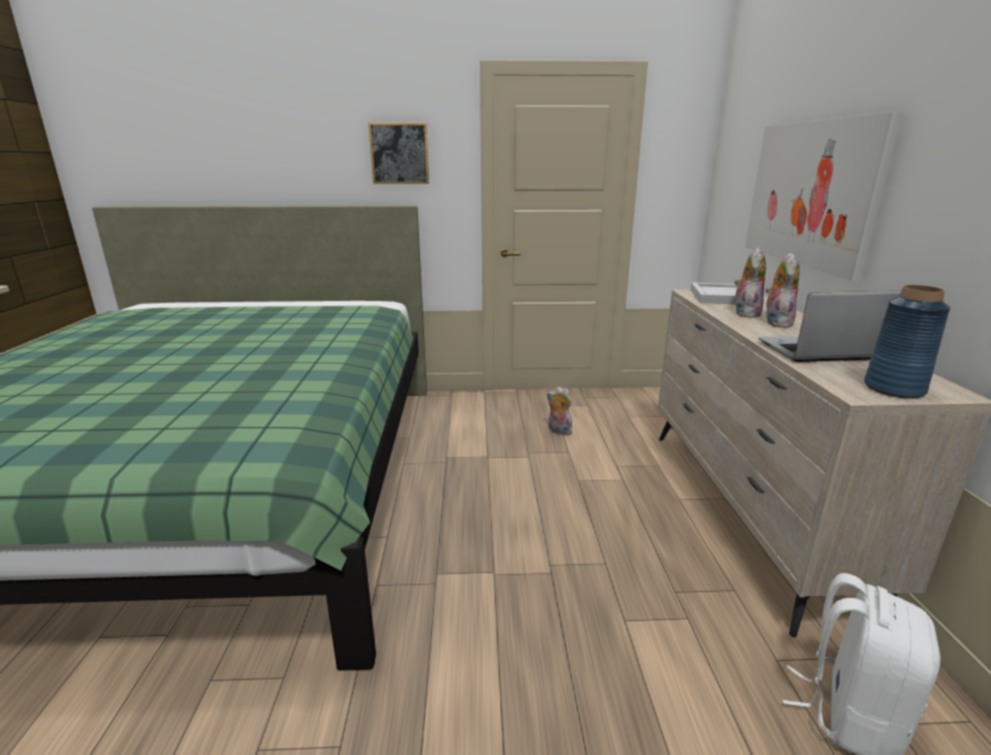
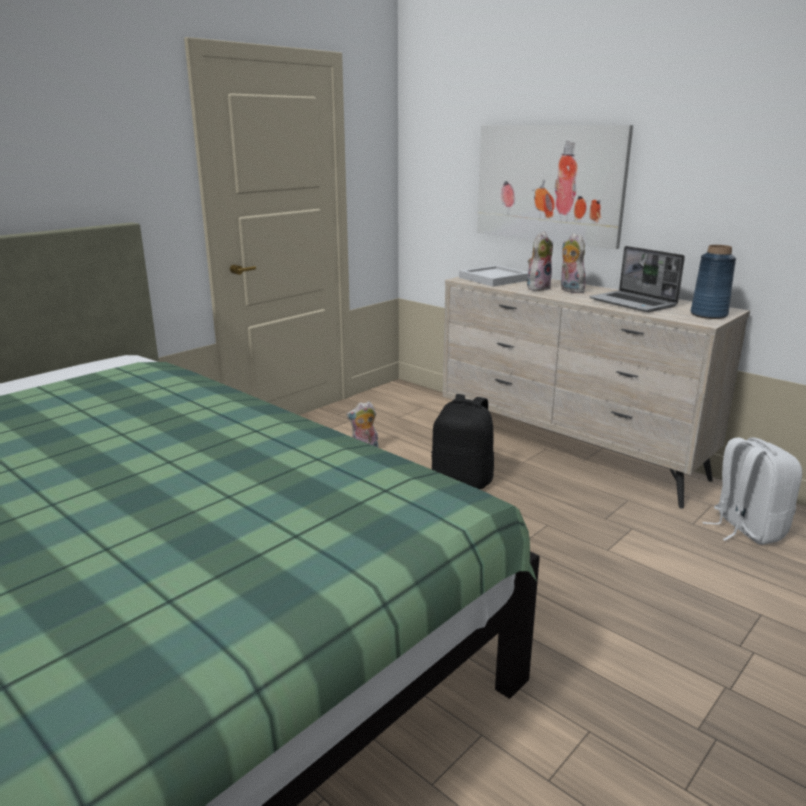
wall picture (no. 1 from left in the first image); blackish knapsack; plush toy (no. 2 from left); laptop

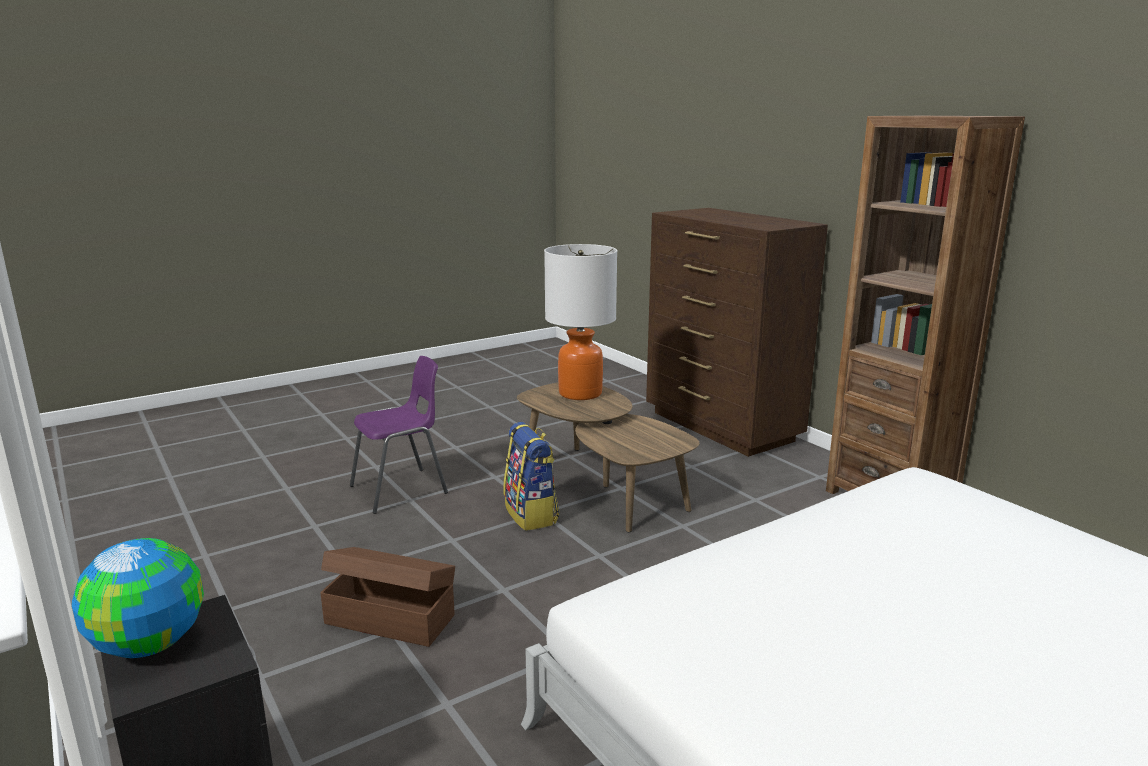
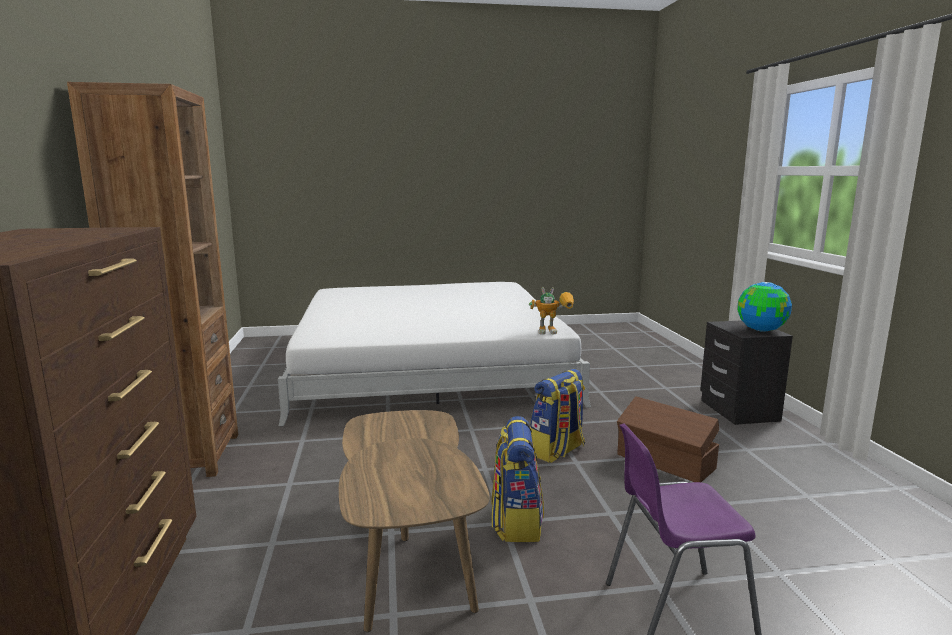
tabletop lamp; model robot; knapsack (no. 2 from left)

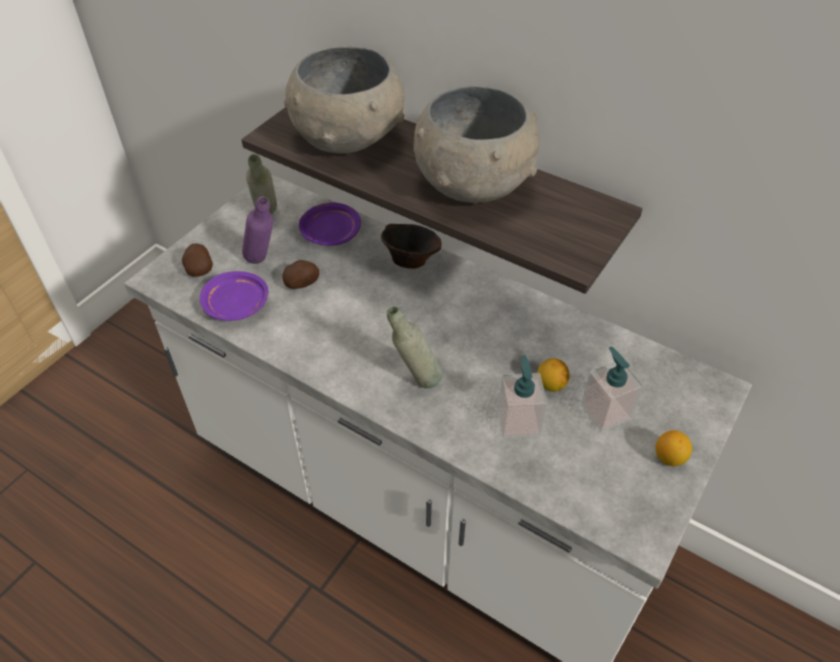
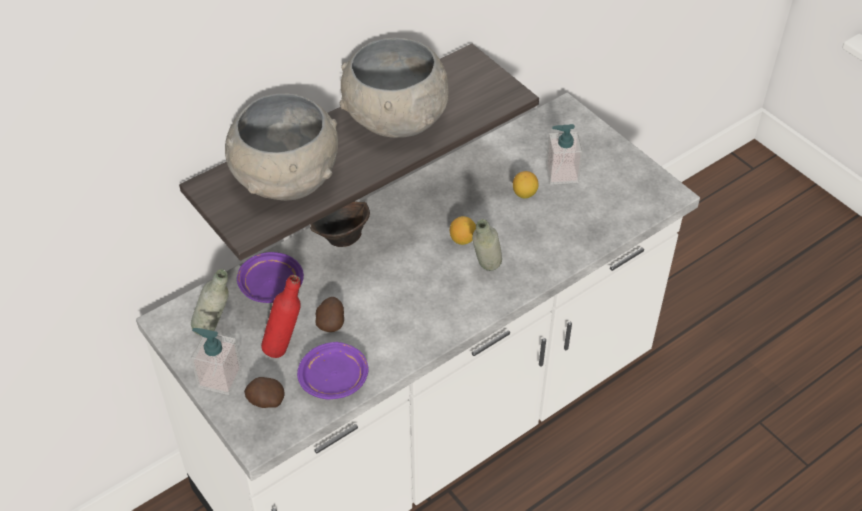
liquid soap bottle (no. 1 from left); whole lemon (no. 1 from left); red-coloured drink bottle

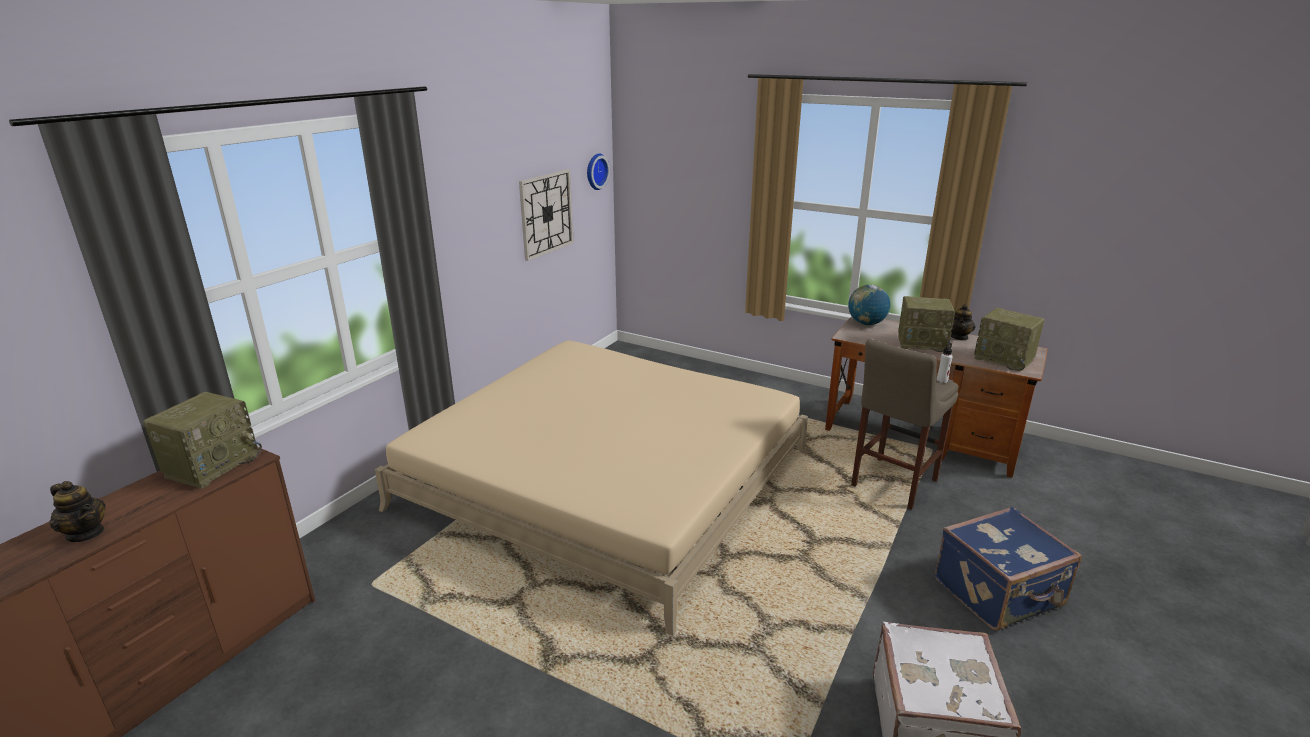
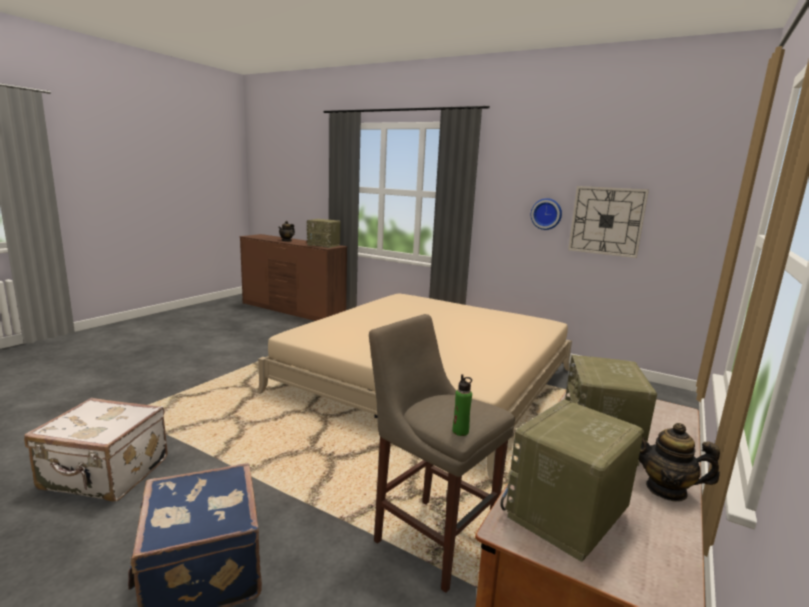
desk globe; wall clock (no. 1 from left); green-coloured drink bottle

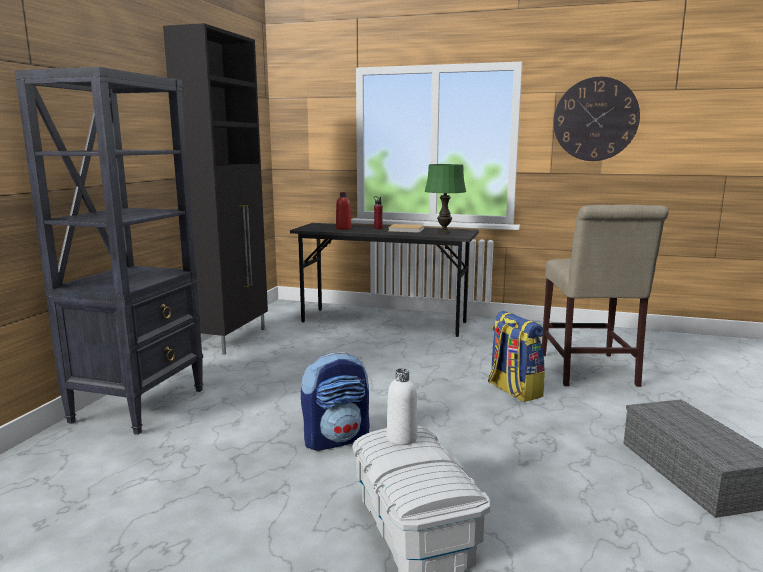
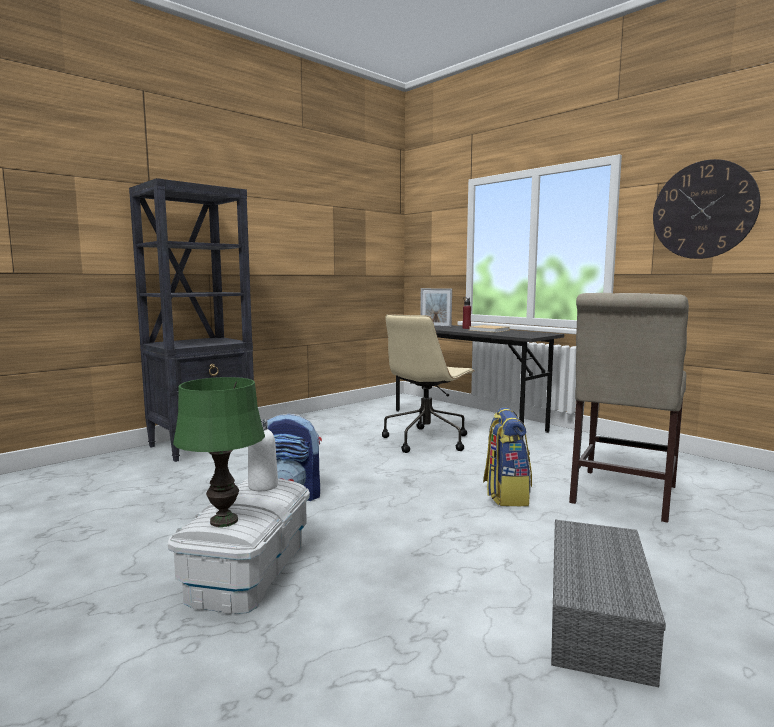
blackish cupboard; sand-coloured desk chair; green-coloured tabletop lamp; picture frame

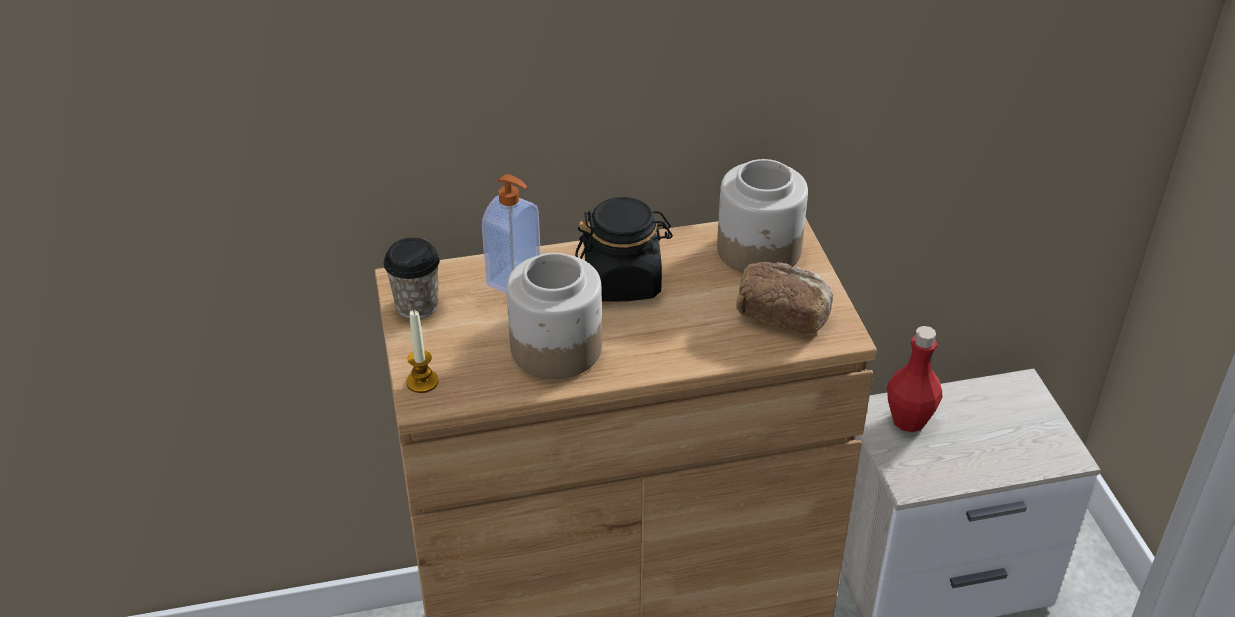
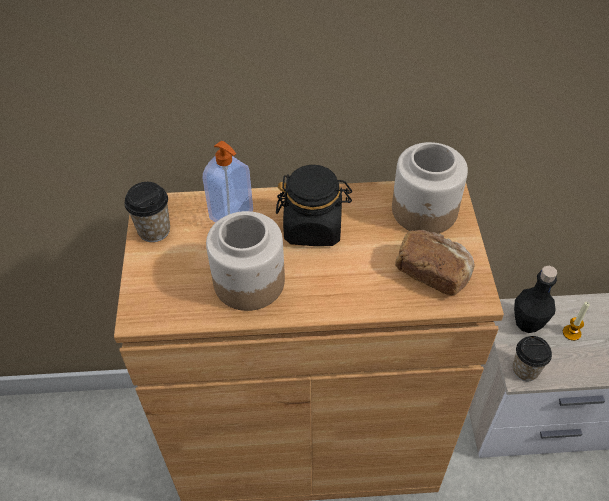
small cup (no. 2 from left); candle; blackish drink bottle

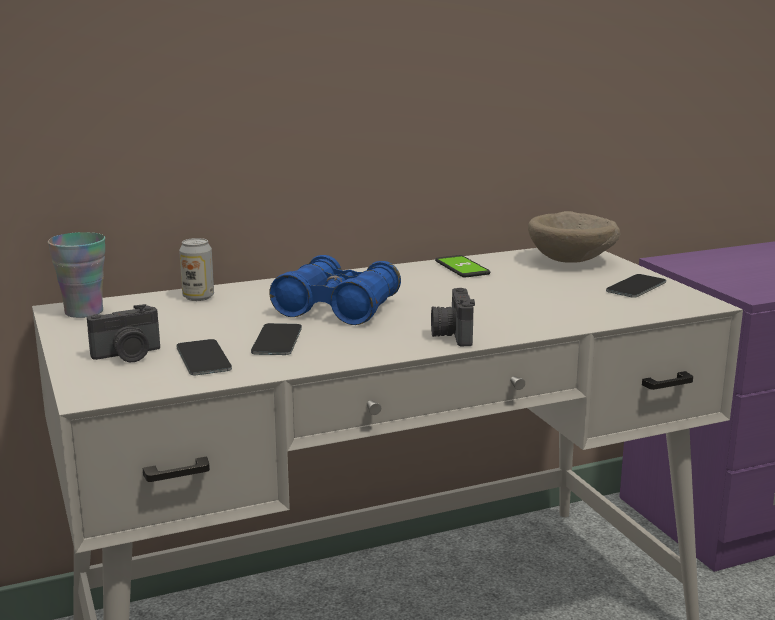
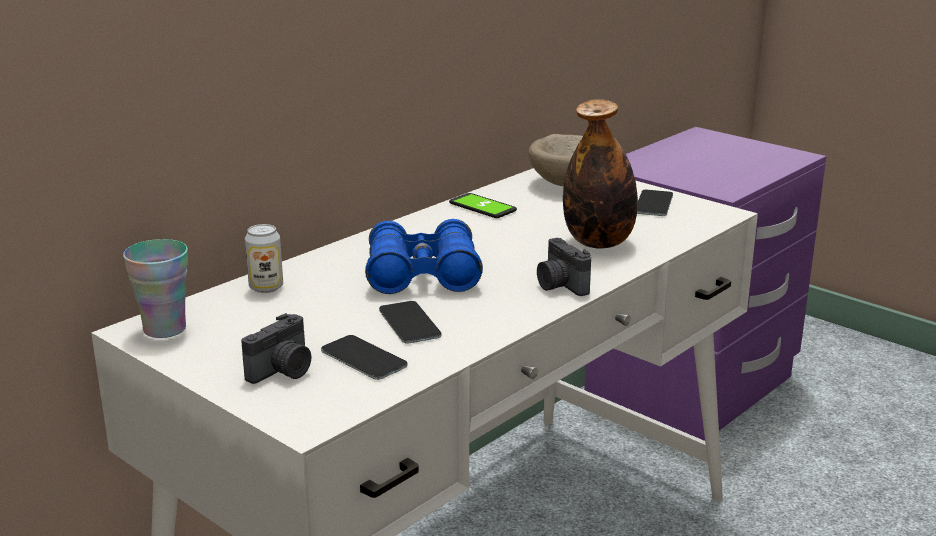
drink bottle

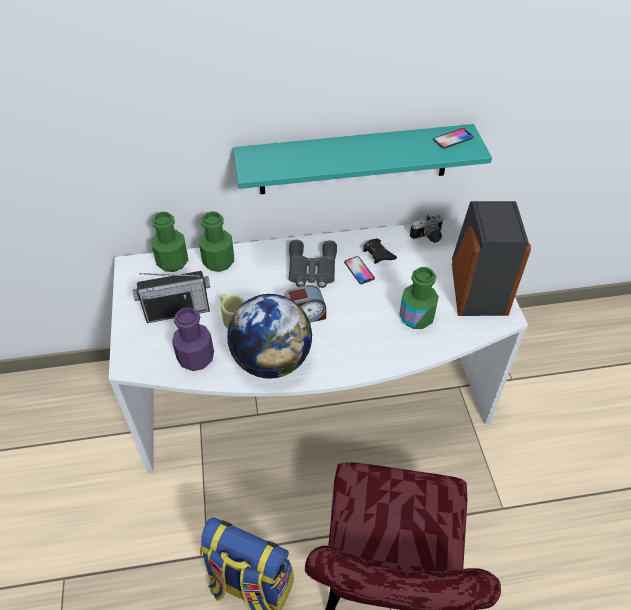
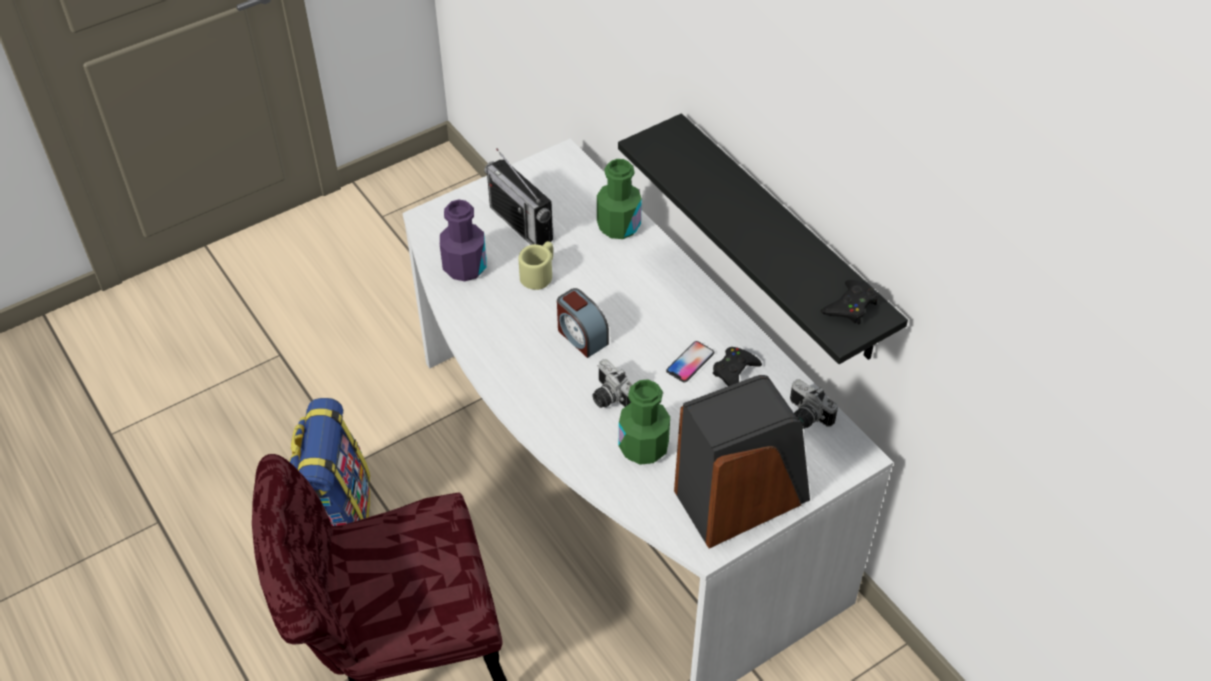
green-coloured drink bottle (no. 1 from left in the first image); desk globe; greyish field glasses; photo camera (no. 1 from left); blackish joypad (no. 2 from left); blackish wall shelf

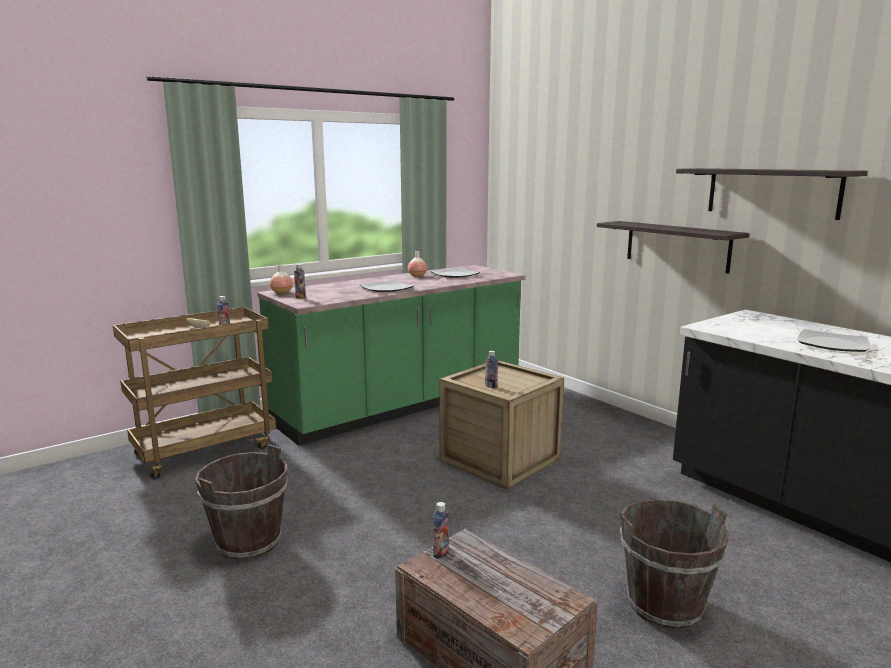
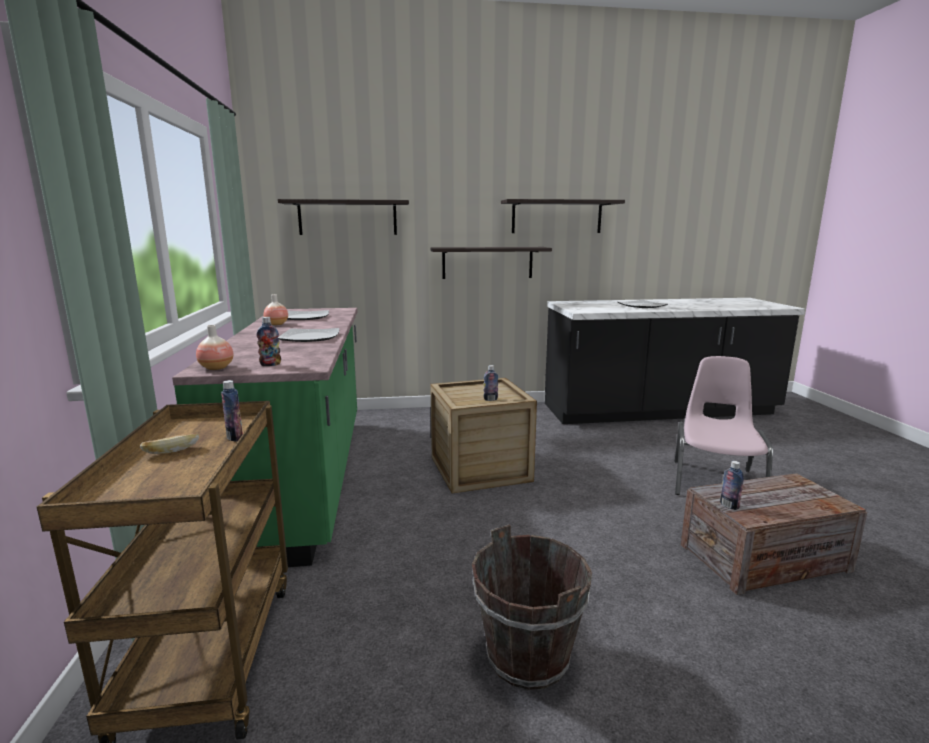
wall shelf (no. 1 from left); pinkish plain chair

